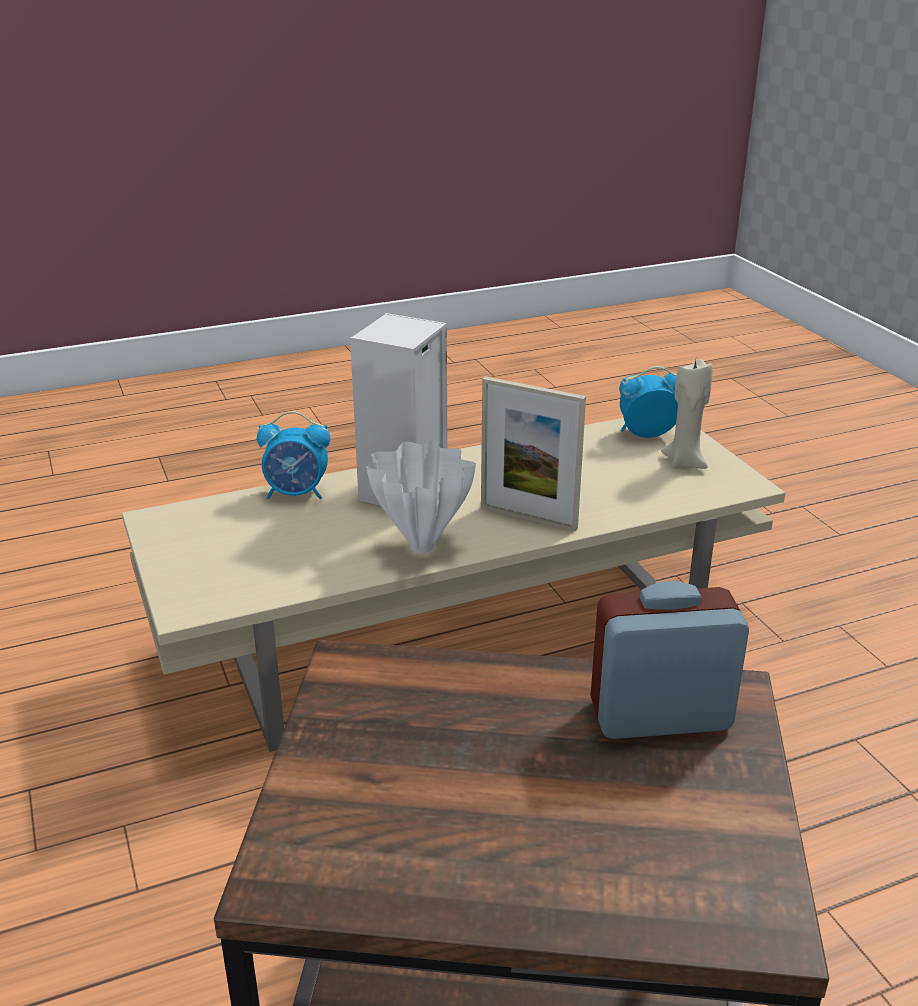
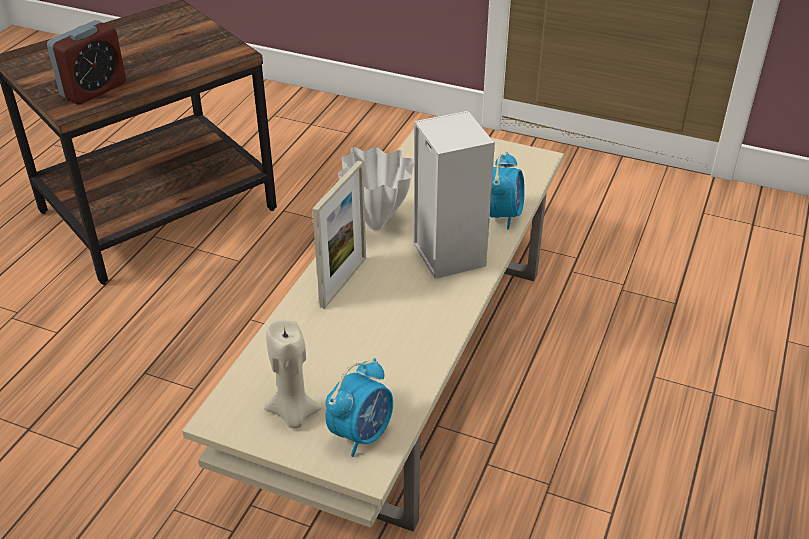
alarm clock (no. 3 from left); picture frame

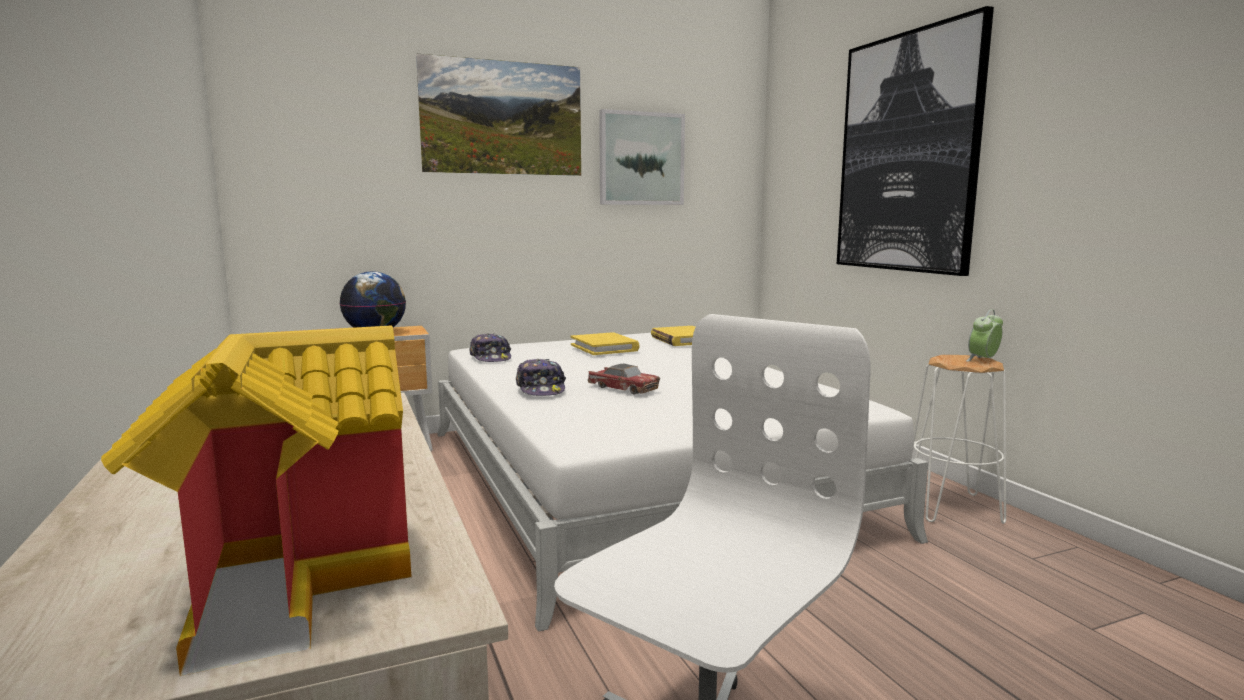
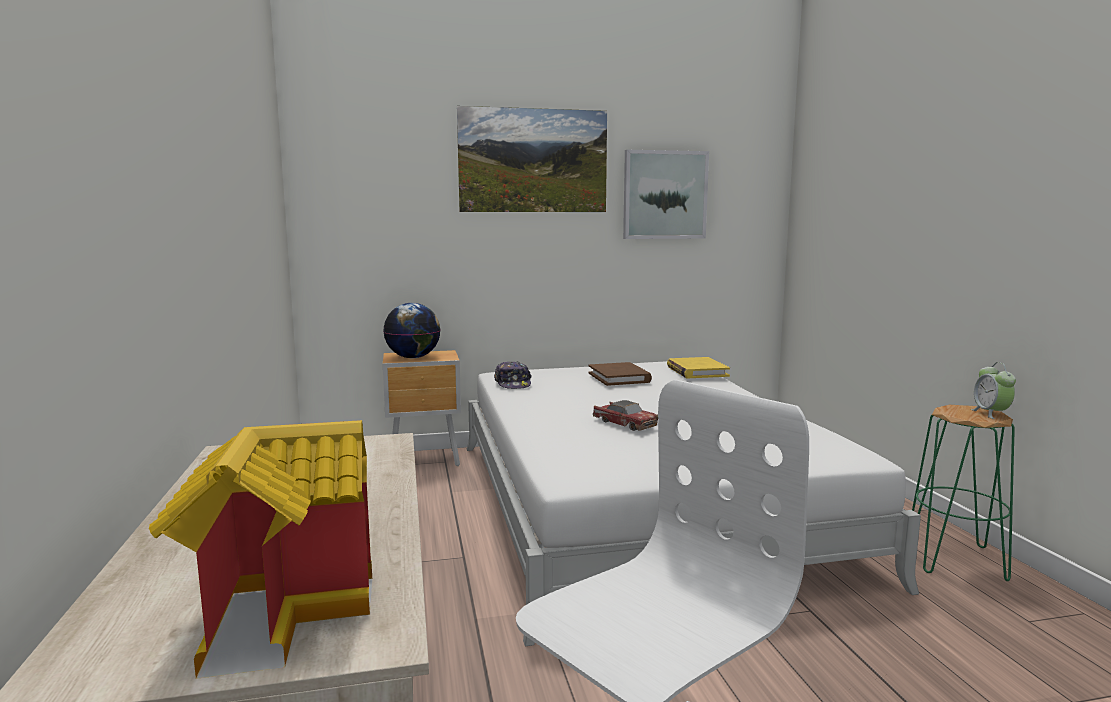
cap (no. 2 from left in the first image); wall picture (no. 3 from left in the first image); brownish book; green-coloured stool; alarm clock

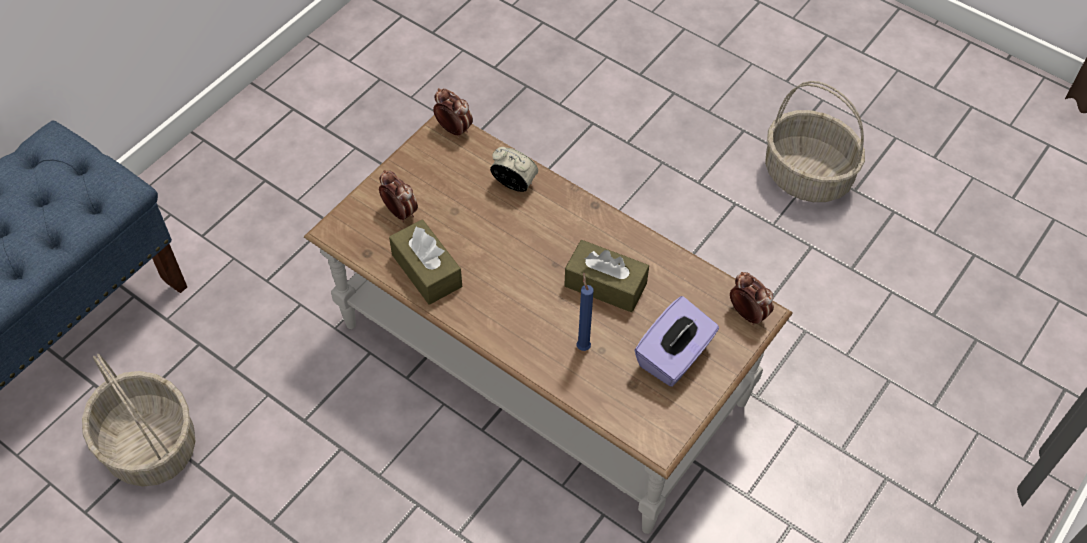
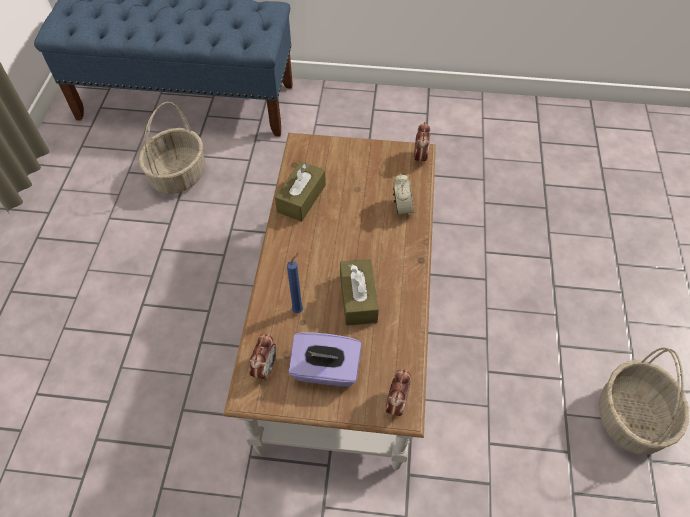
alarm clock (no. 1 from left)

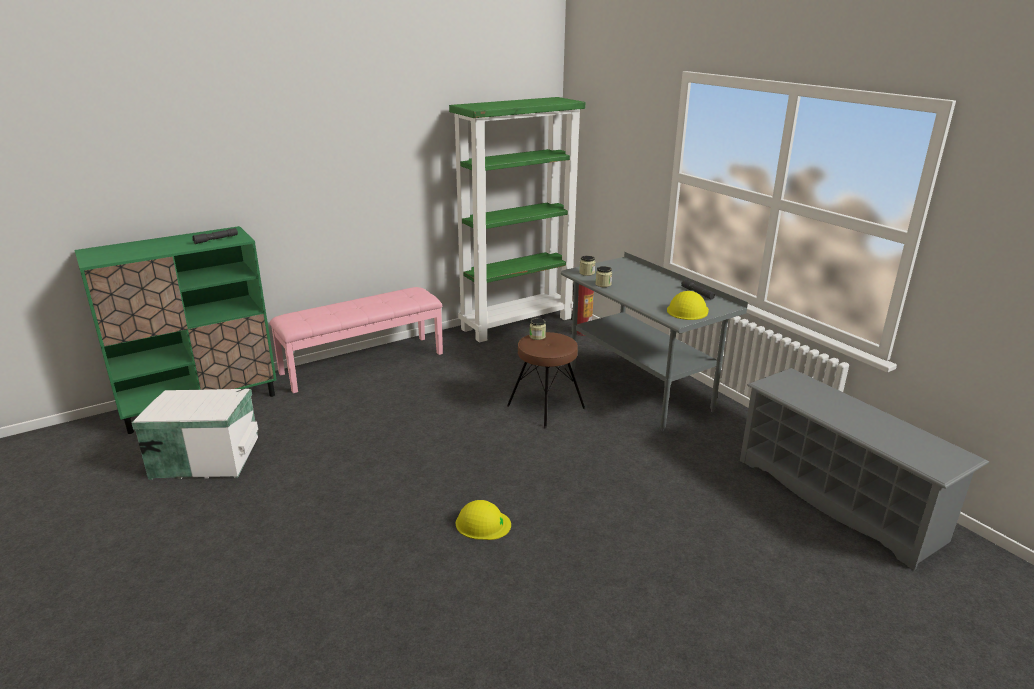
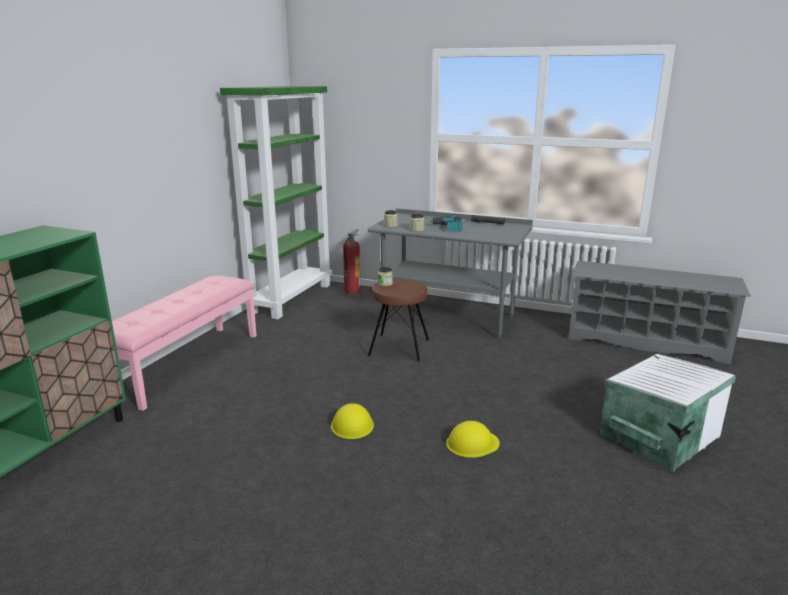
greyish hand torch (no. 1 from left in the first image); electric drill; white-coloured storage bin; yellow-coloured safety helmet (no. 1 from left)

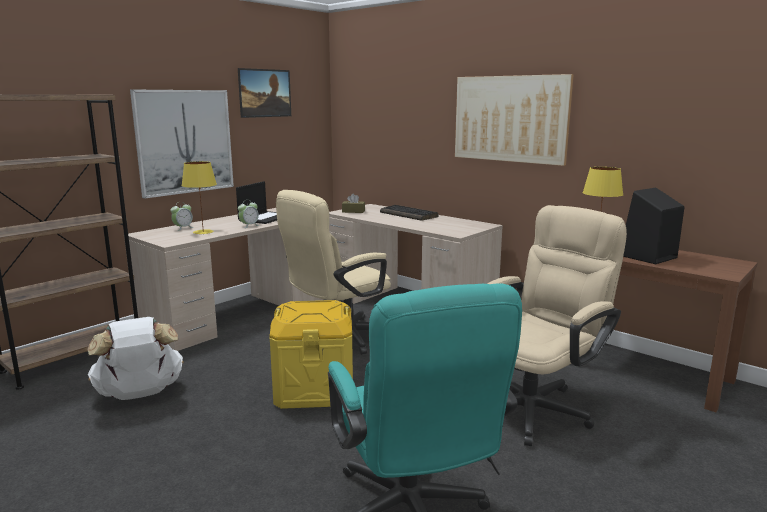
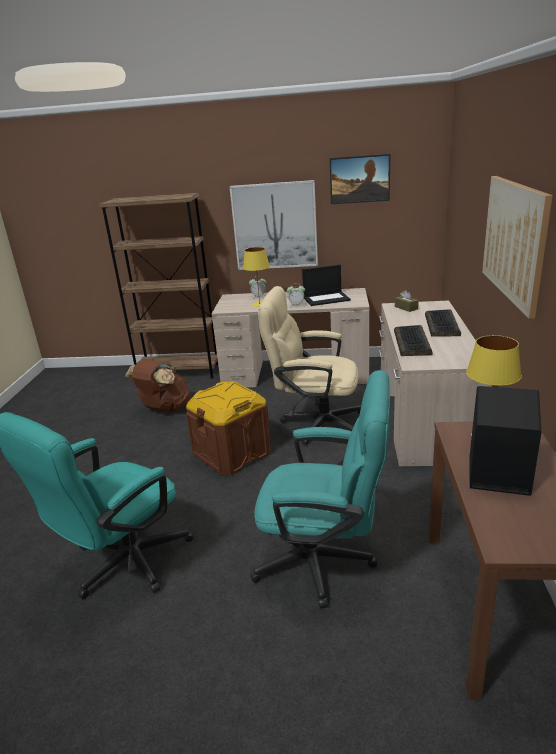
computer keyboard (no. 1 from left); brownish knapsack; brownish storage bin; blue-green desk chair (no. 2 from left)

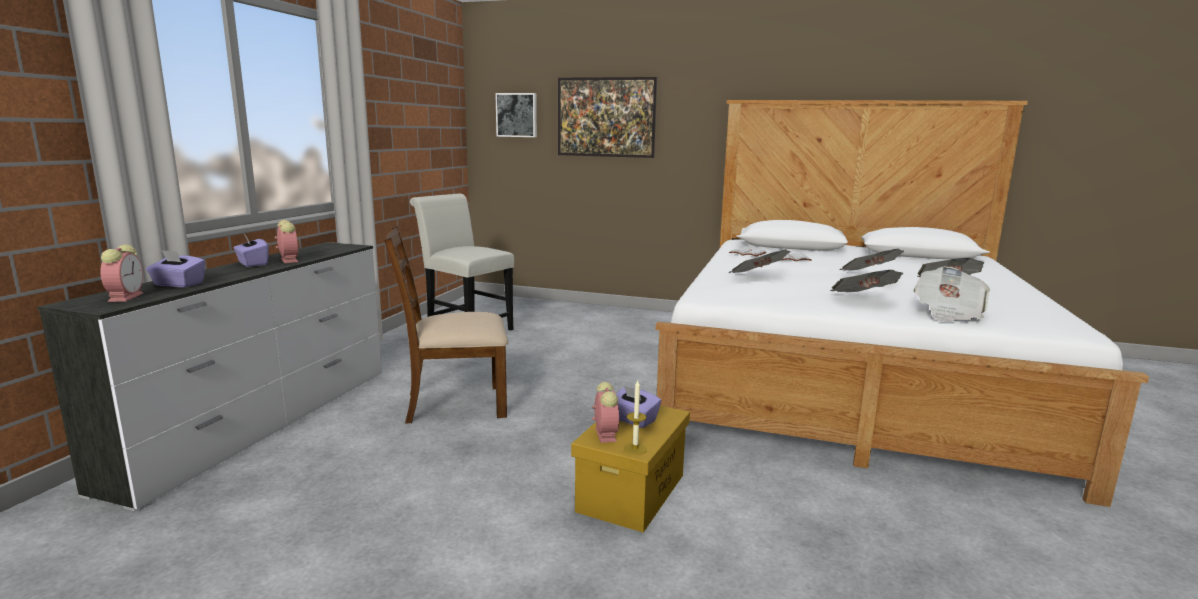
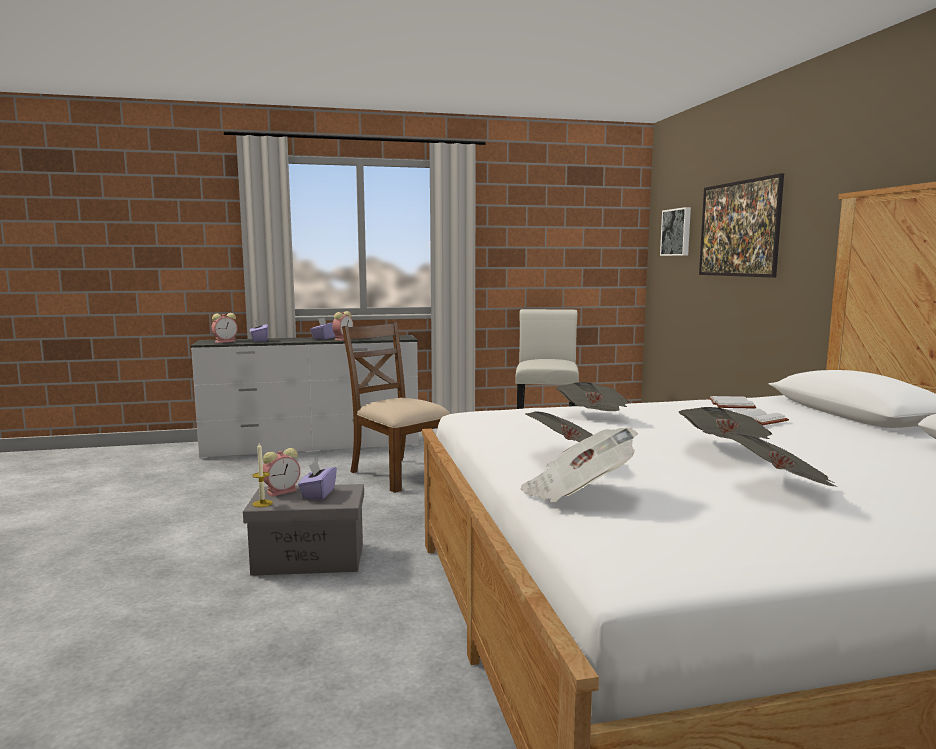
greyish storage bin

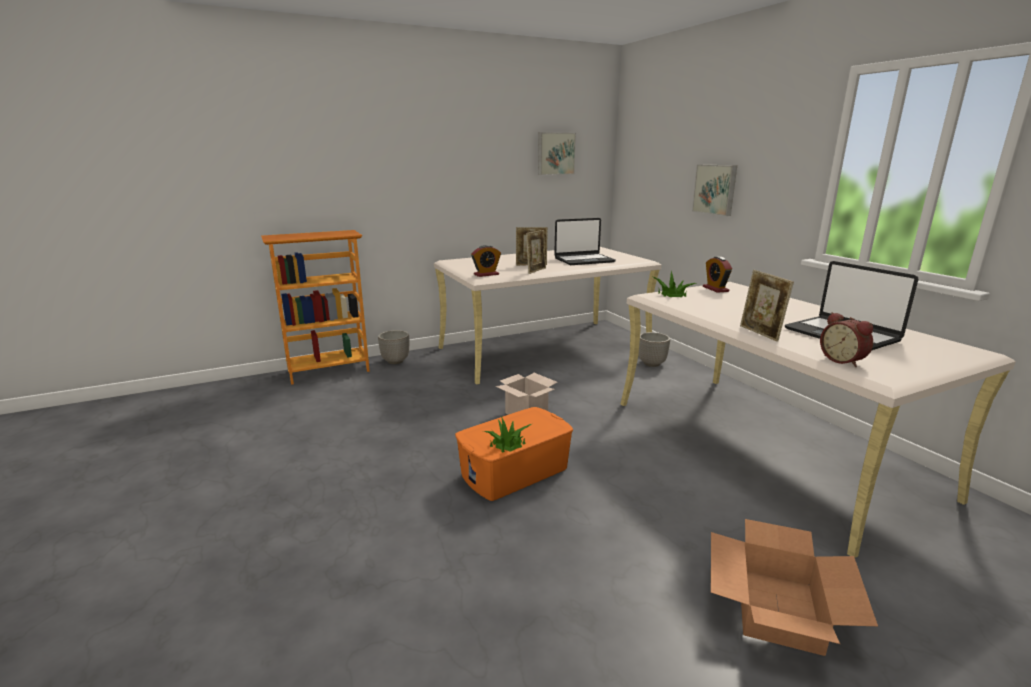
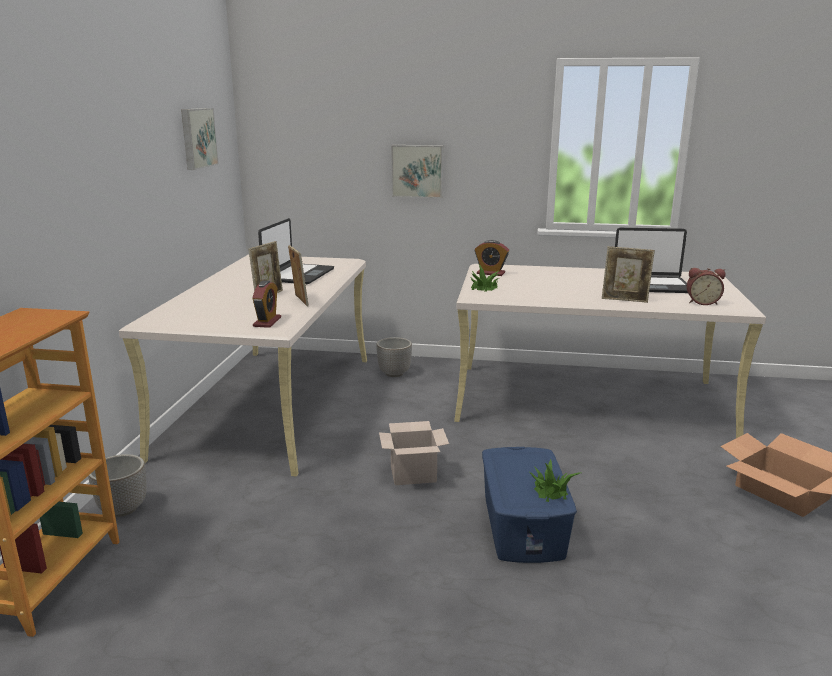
blue storage bin

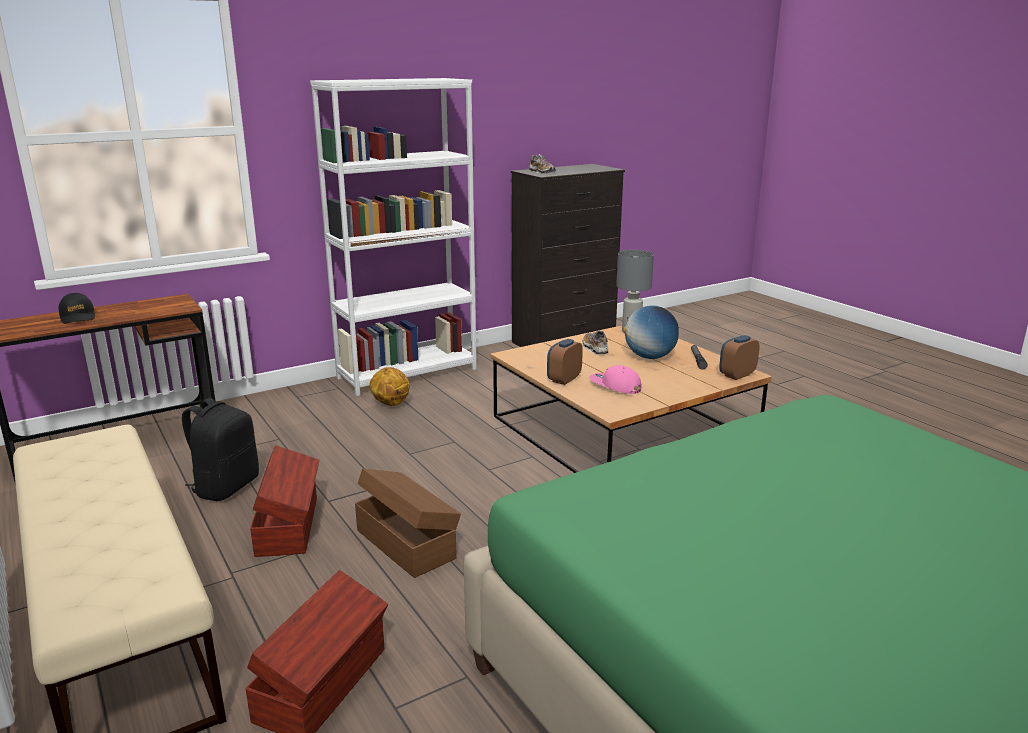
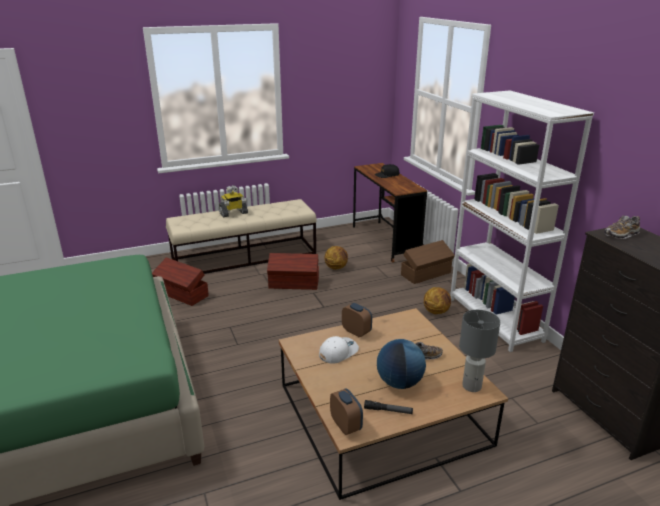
model robot; brownish storage bin (no. 3 from left); basketball (no. 1 from left); white-coloured cap

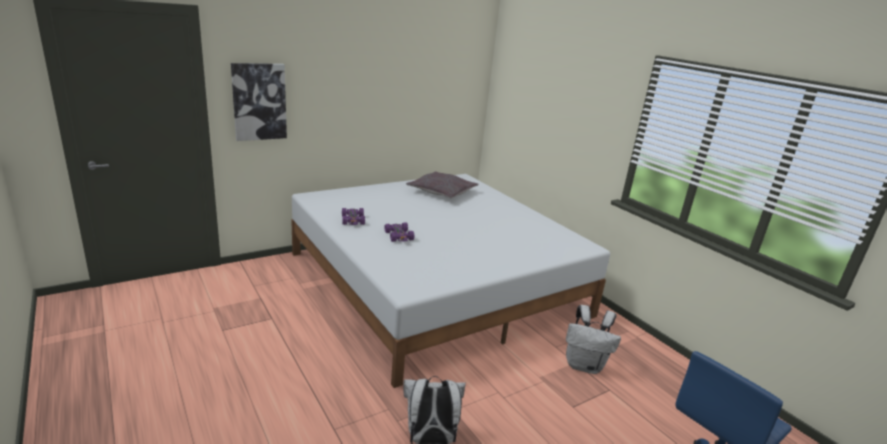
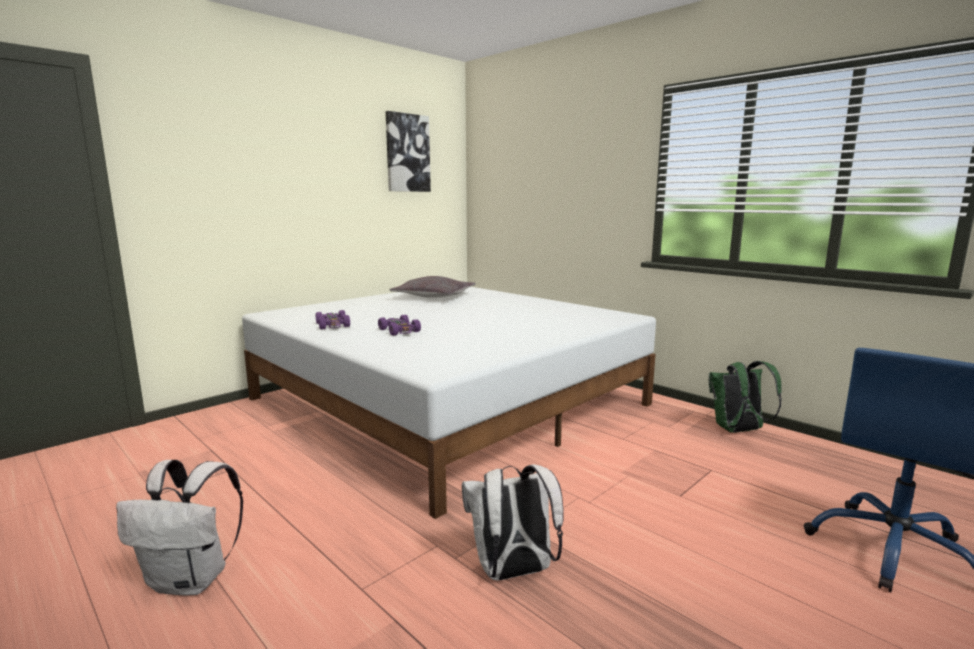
green-coloured knapsack; wall picture; white-coloured knapsack (no. 1 from left)

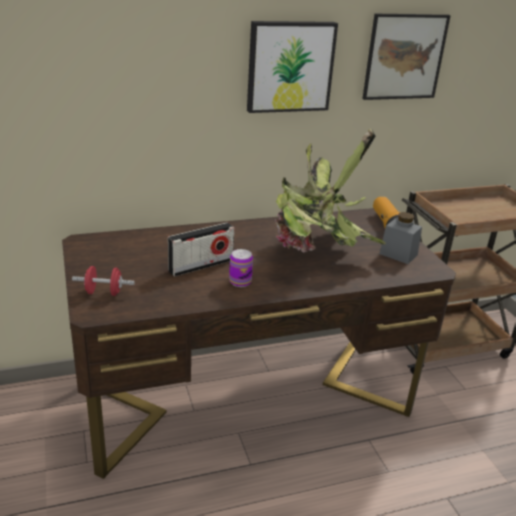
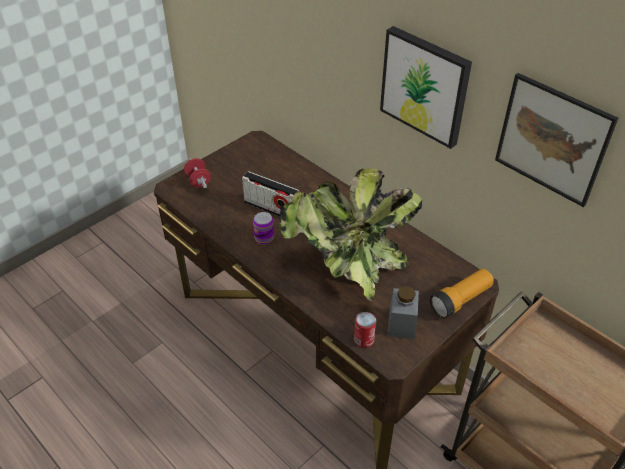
can (no. 2 from left)

